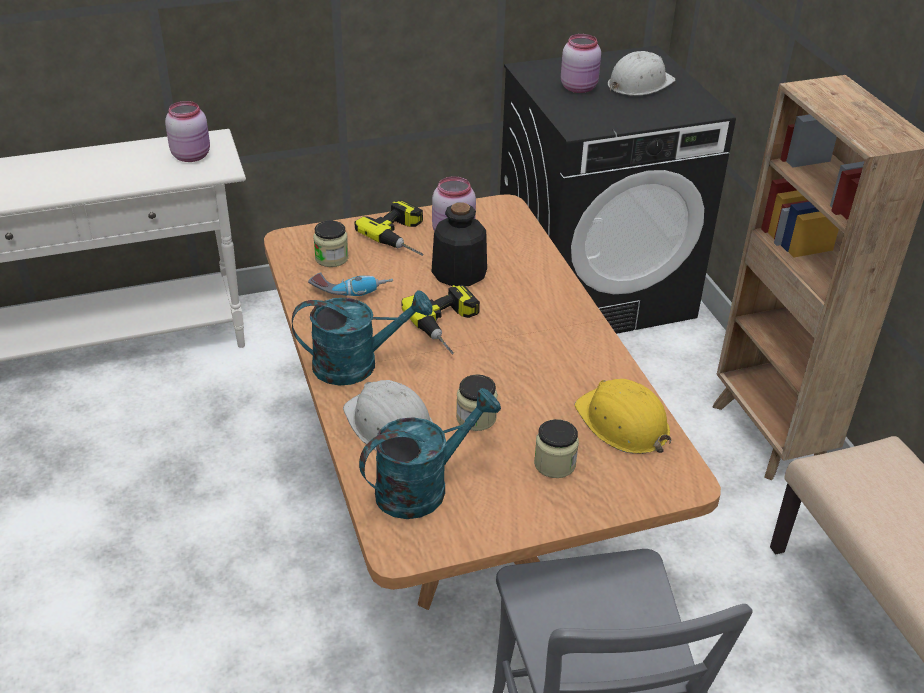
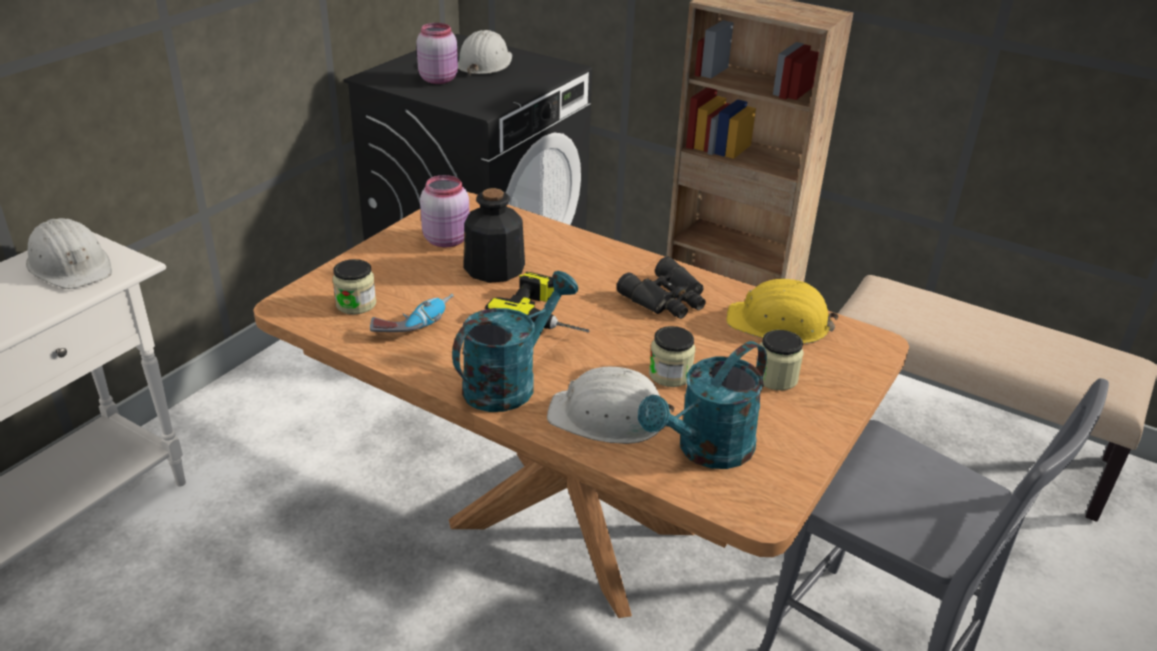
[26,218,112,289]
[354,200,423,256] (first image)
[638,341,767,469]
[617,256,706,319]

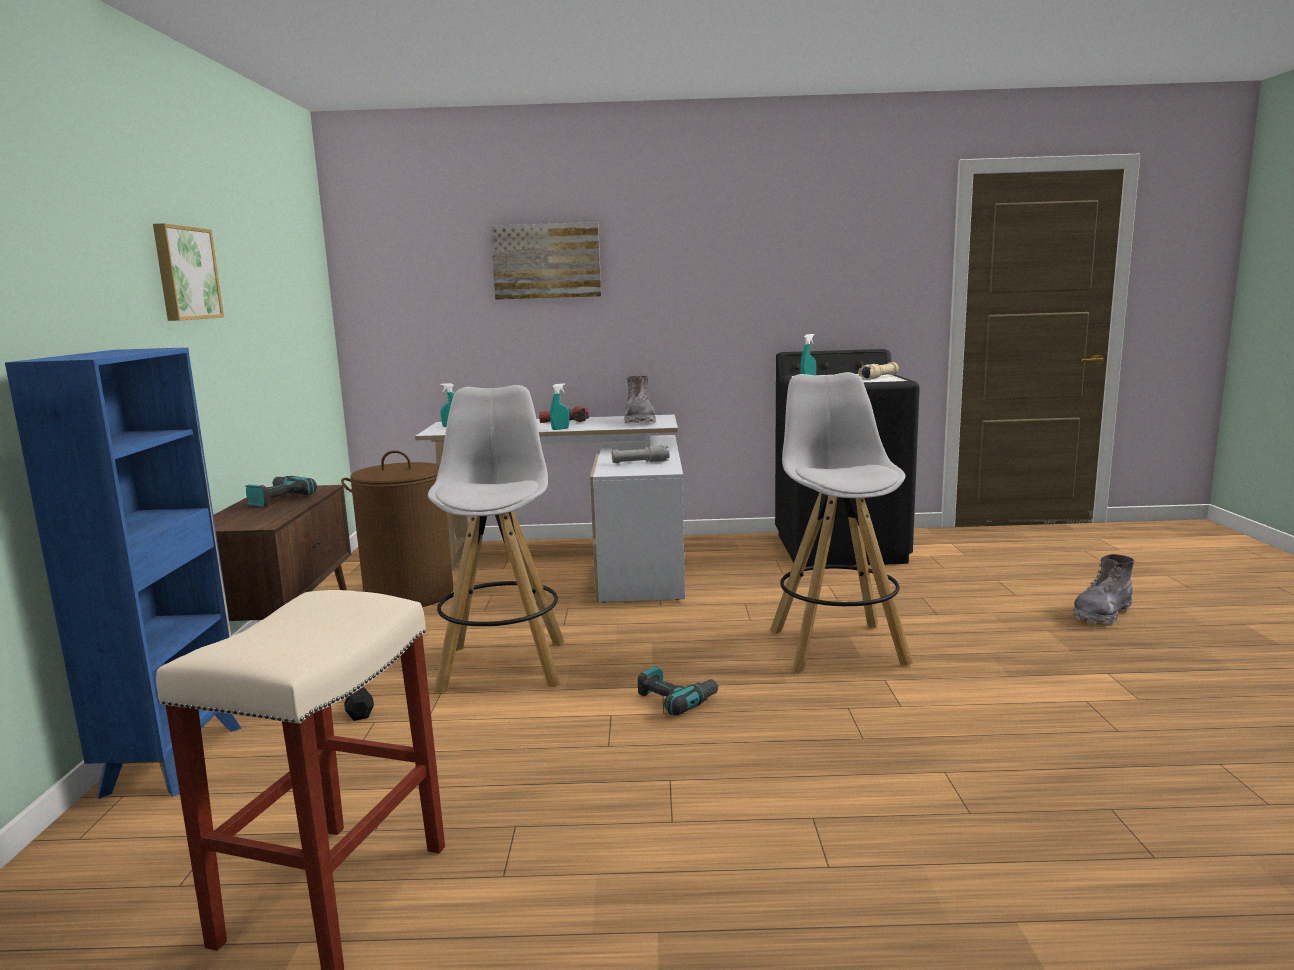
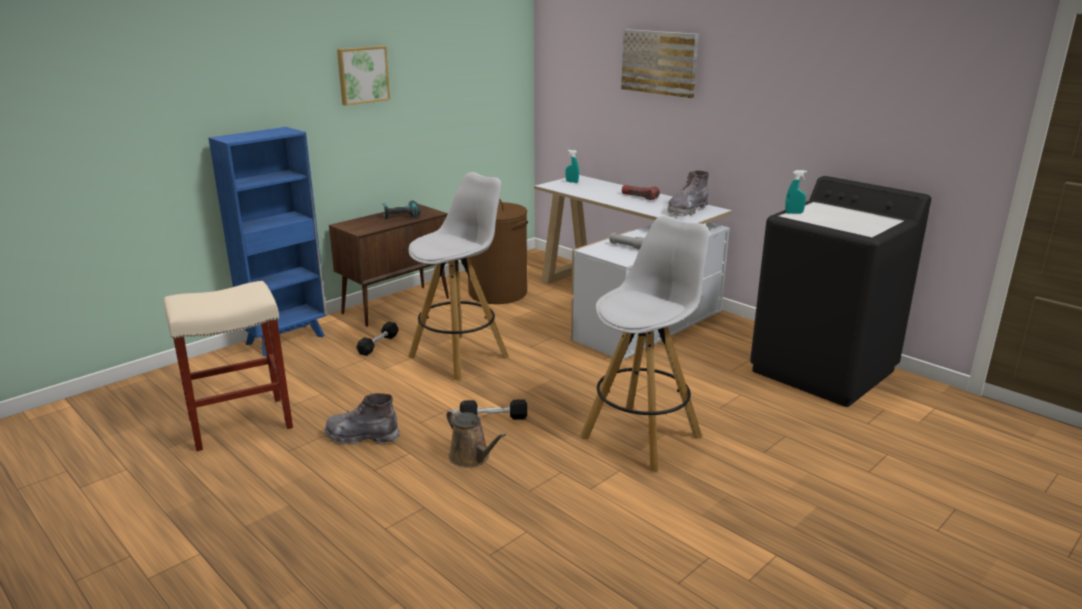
[550,383,569,430] (first image)
[460,400,527,420]
[858,362,899,380] (first image)
[324,393,400,445]
[446,408,506,468]

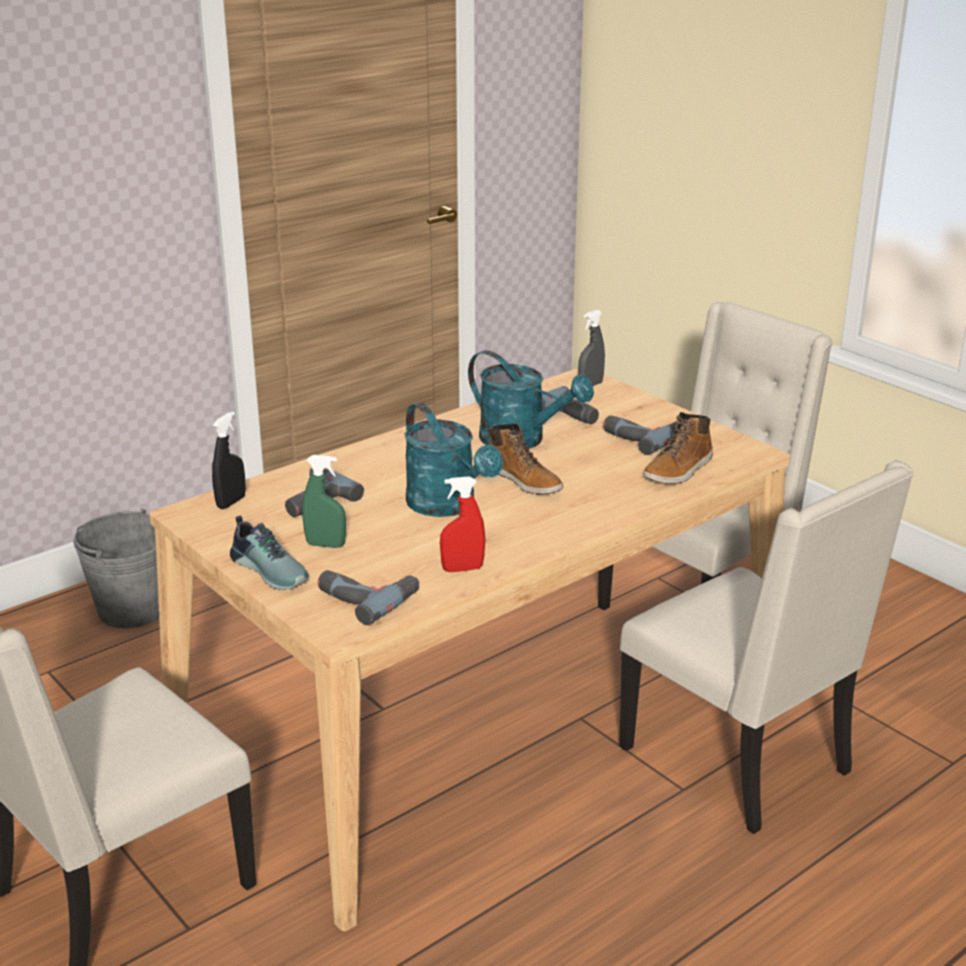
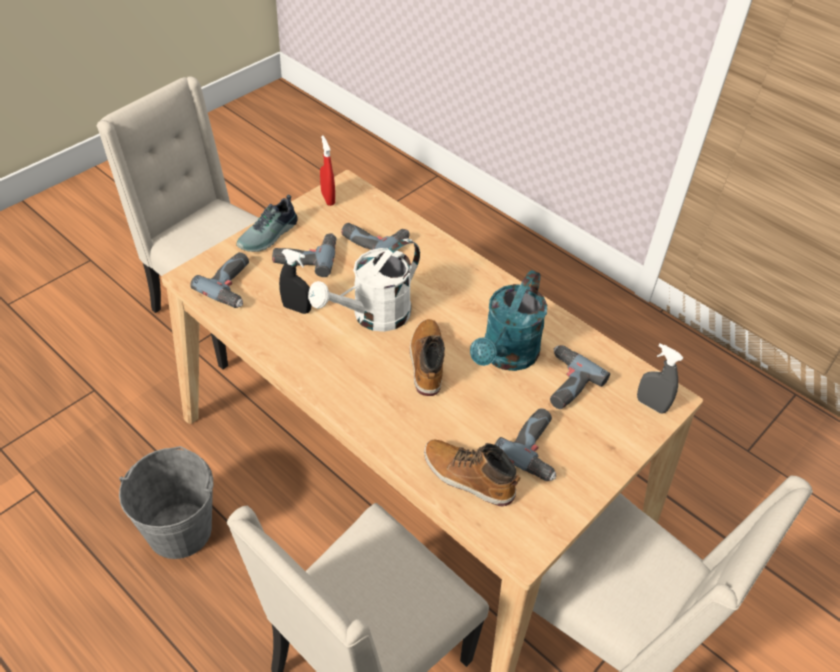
[119,446,213,559]
[279,249,311,314]
[272,233,336,277]
[308,239,420,332]
[320,136,335,206]
[410,319,445,396]

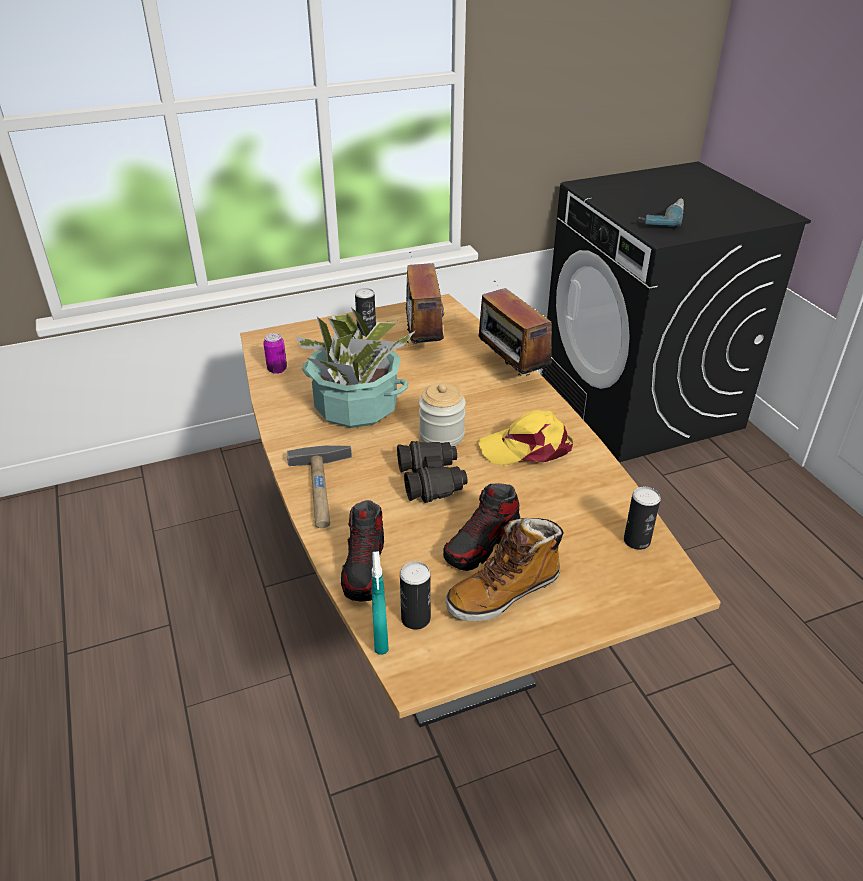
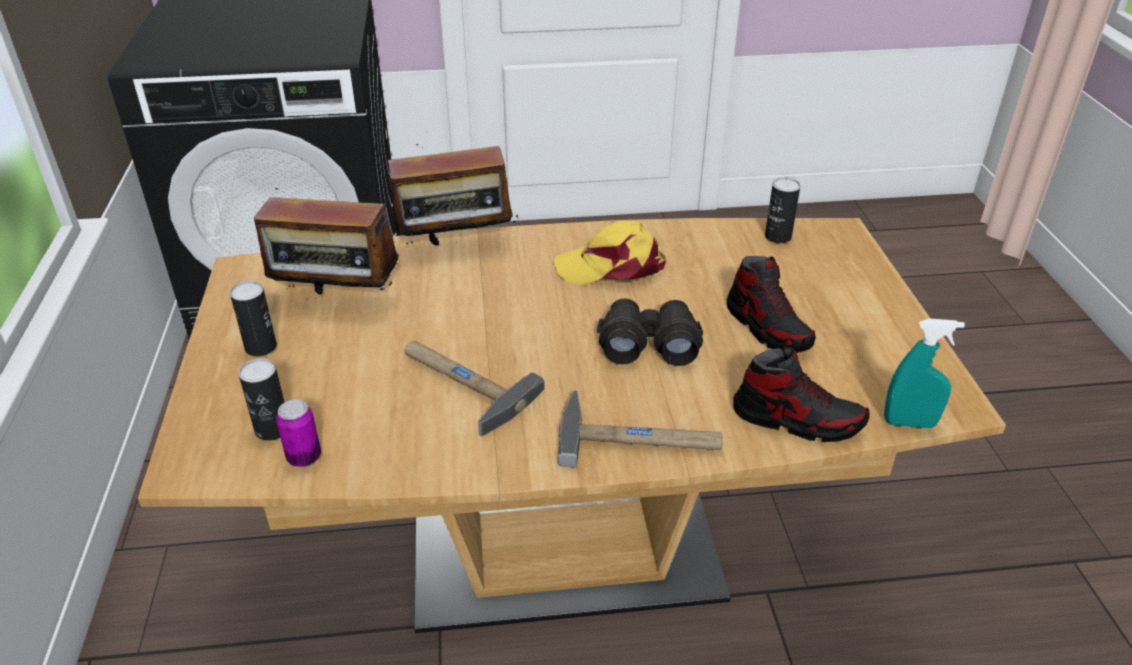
[404,341,545,437]
[239,358,284,441]
[419,383,466,446] (first image)
[446,517,563,621] (first image)
[553,220,666,285]
[638,198,684,227] (first image)

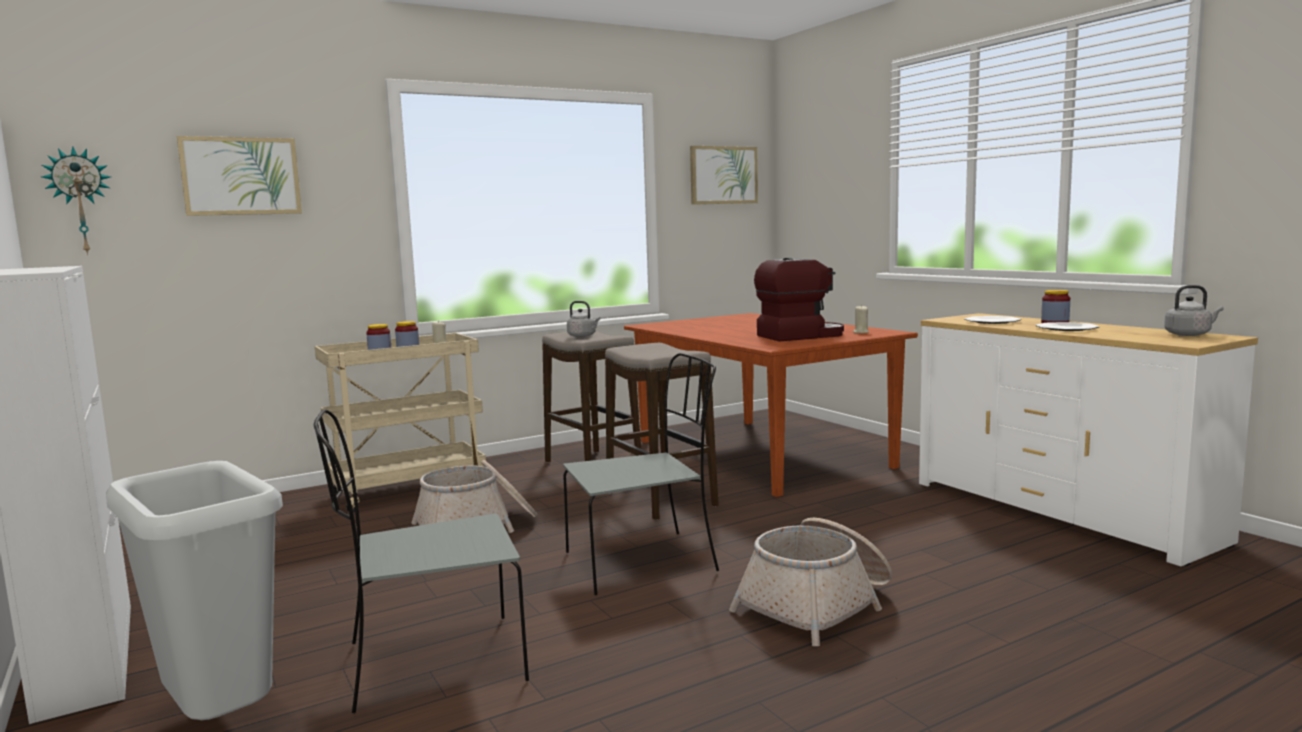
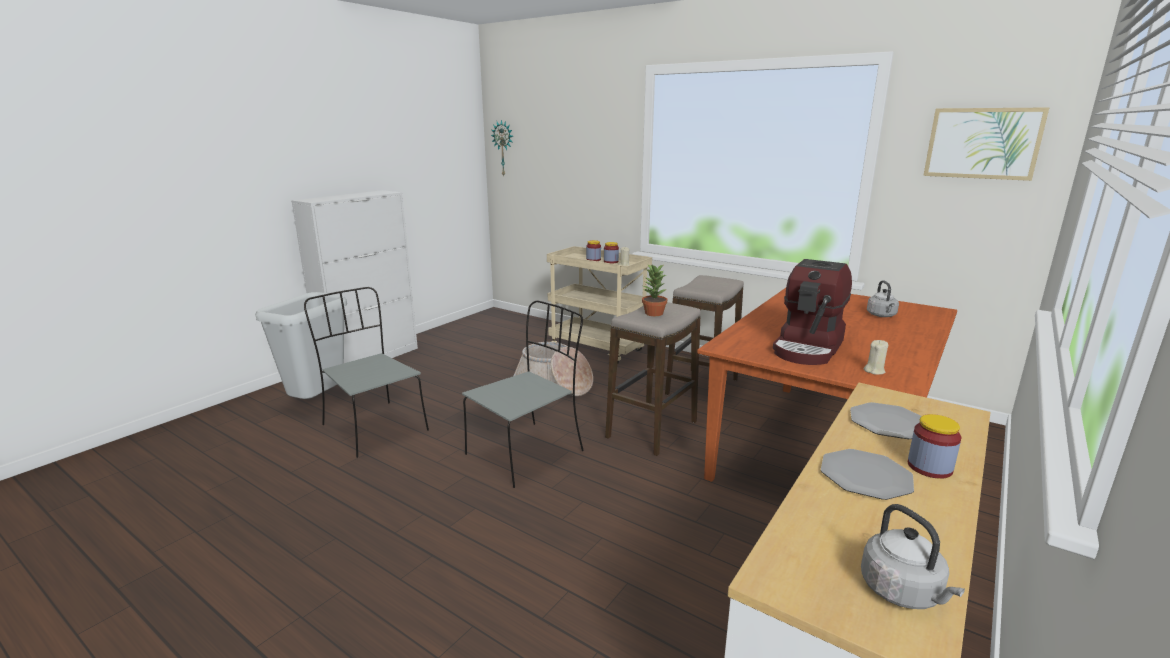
[177,136,302,216] (first image)
[462,300,584,488]
[867,280,899,317]
[729,518,892,646] (first image)
[773,259,852,365]
[642,264,667,316]

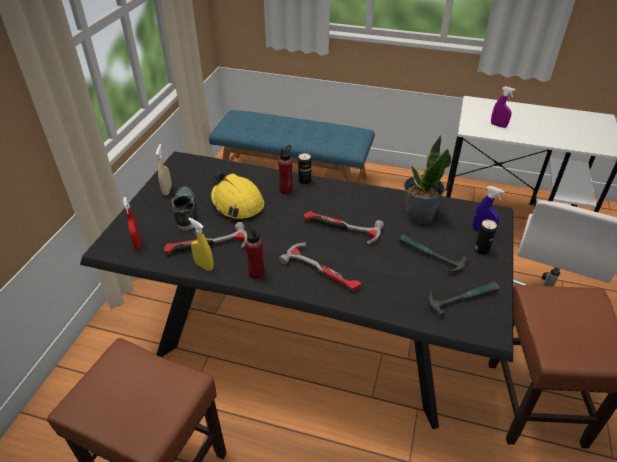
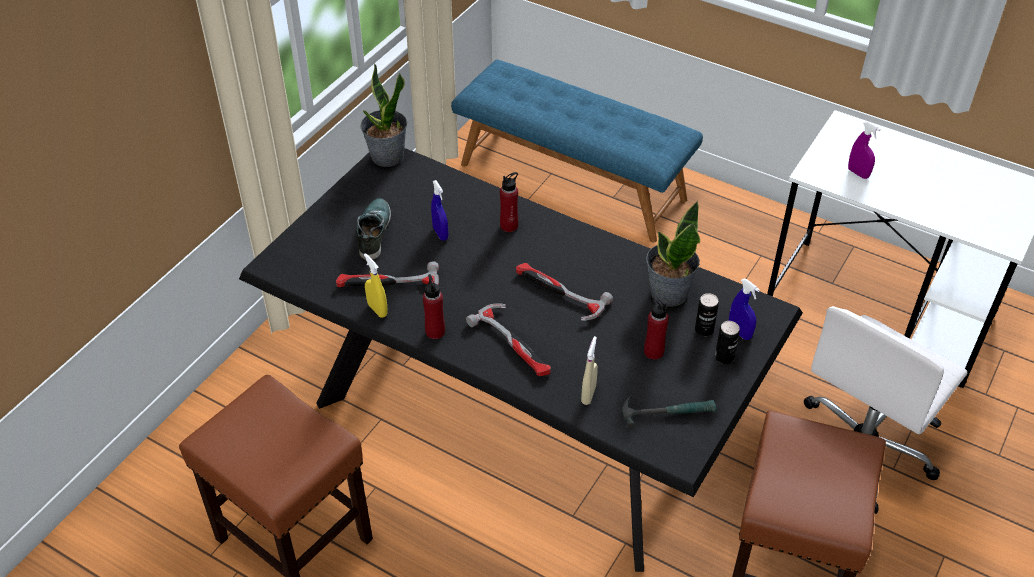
[123,197,141,249] (first image)
[581,336,598,405]
[431,180,449,241]
[695,293,719,336]
[644,296,669,360]
[361,63,407,167]

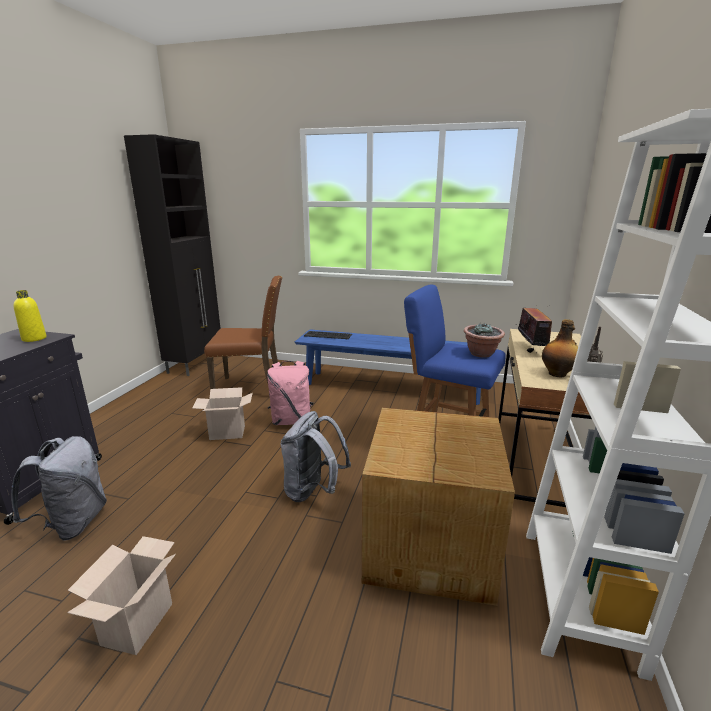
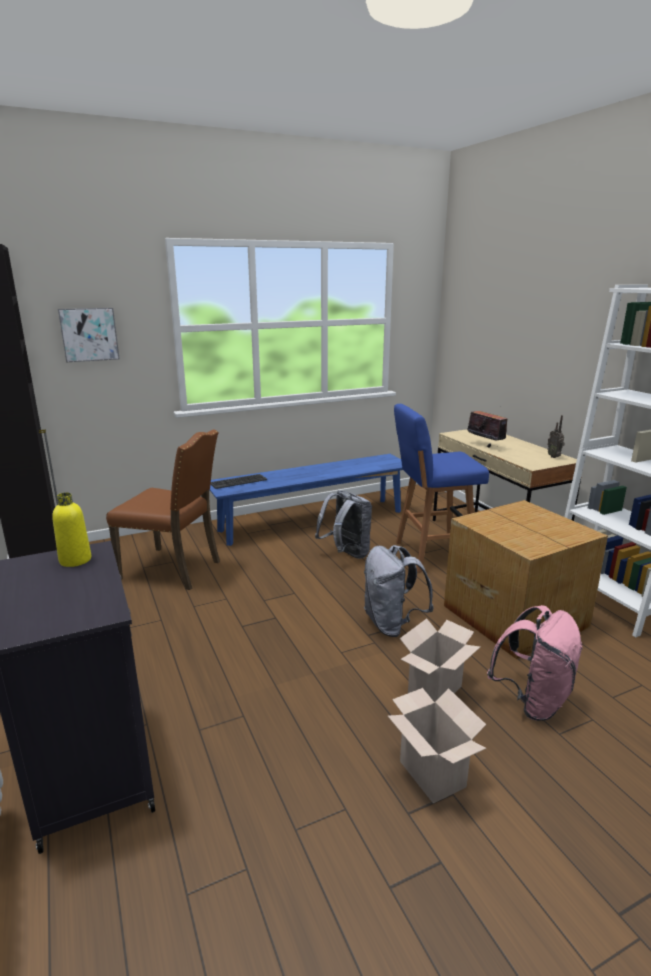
[315,490,372,559]
[400,619,480,702]
[106,429,220,590]
[487,605,583,721]
[464,322,505,358] (first image)
[542,319,578,377] (first image)
[58,308,120,362]

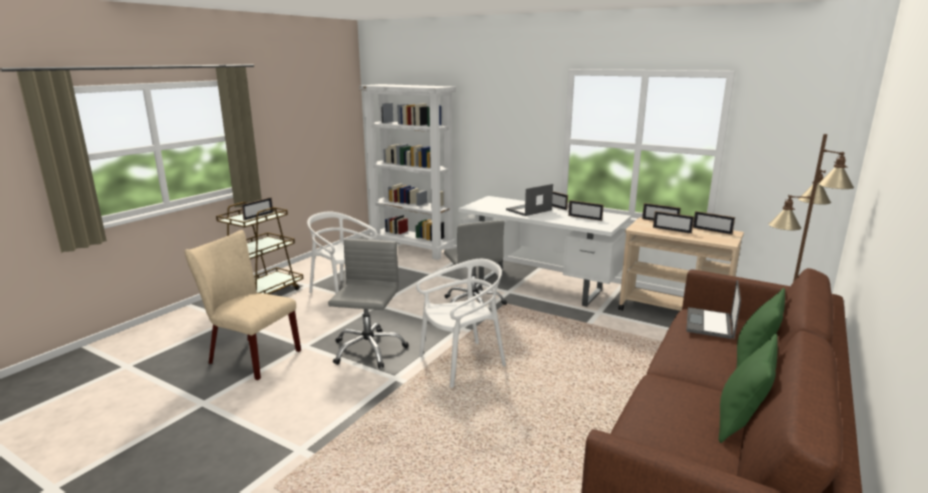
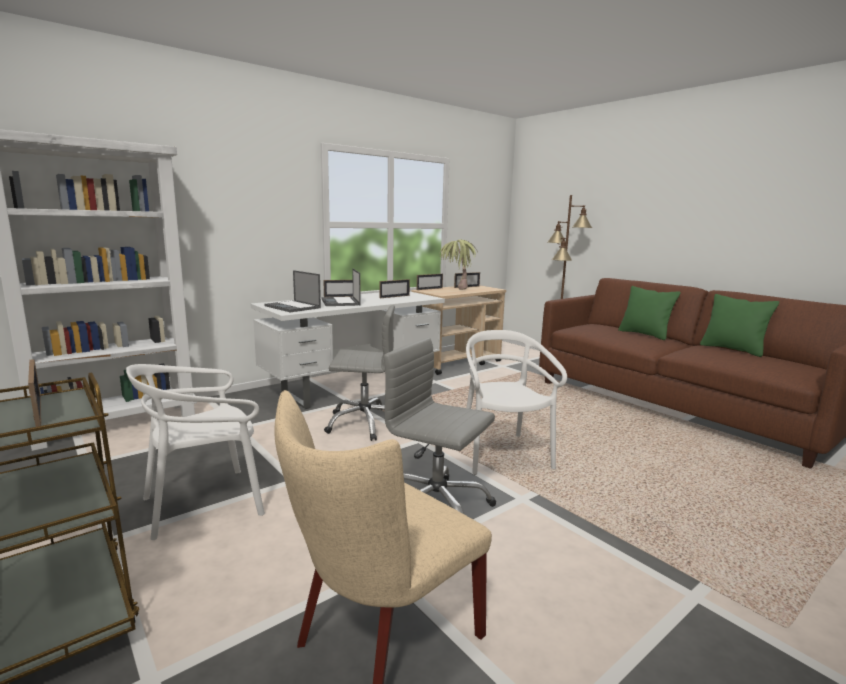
[439,239,478,290]
[264,270,321,312]

